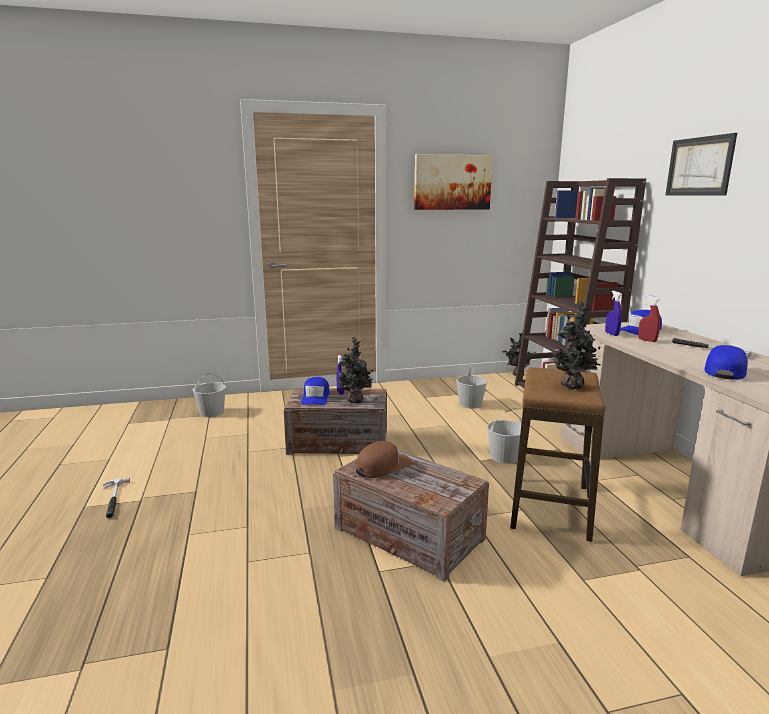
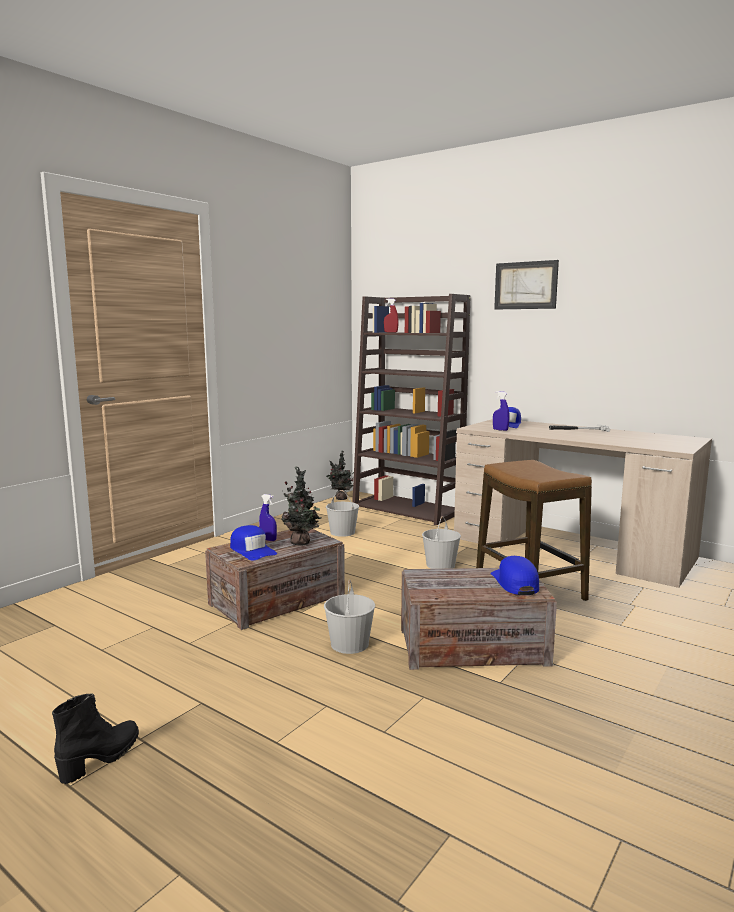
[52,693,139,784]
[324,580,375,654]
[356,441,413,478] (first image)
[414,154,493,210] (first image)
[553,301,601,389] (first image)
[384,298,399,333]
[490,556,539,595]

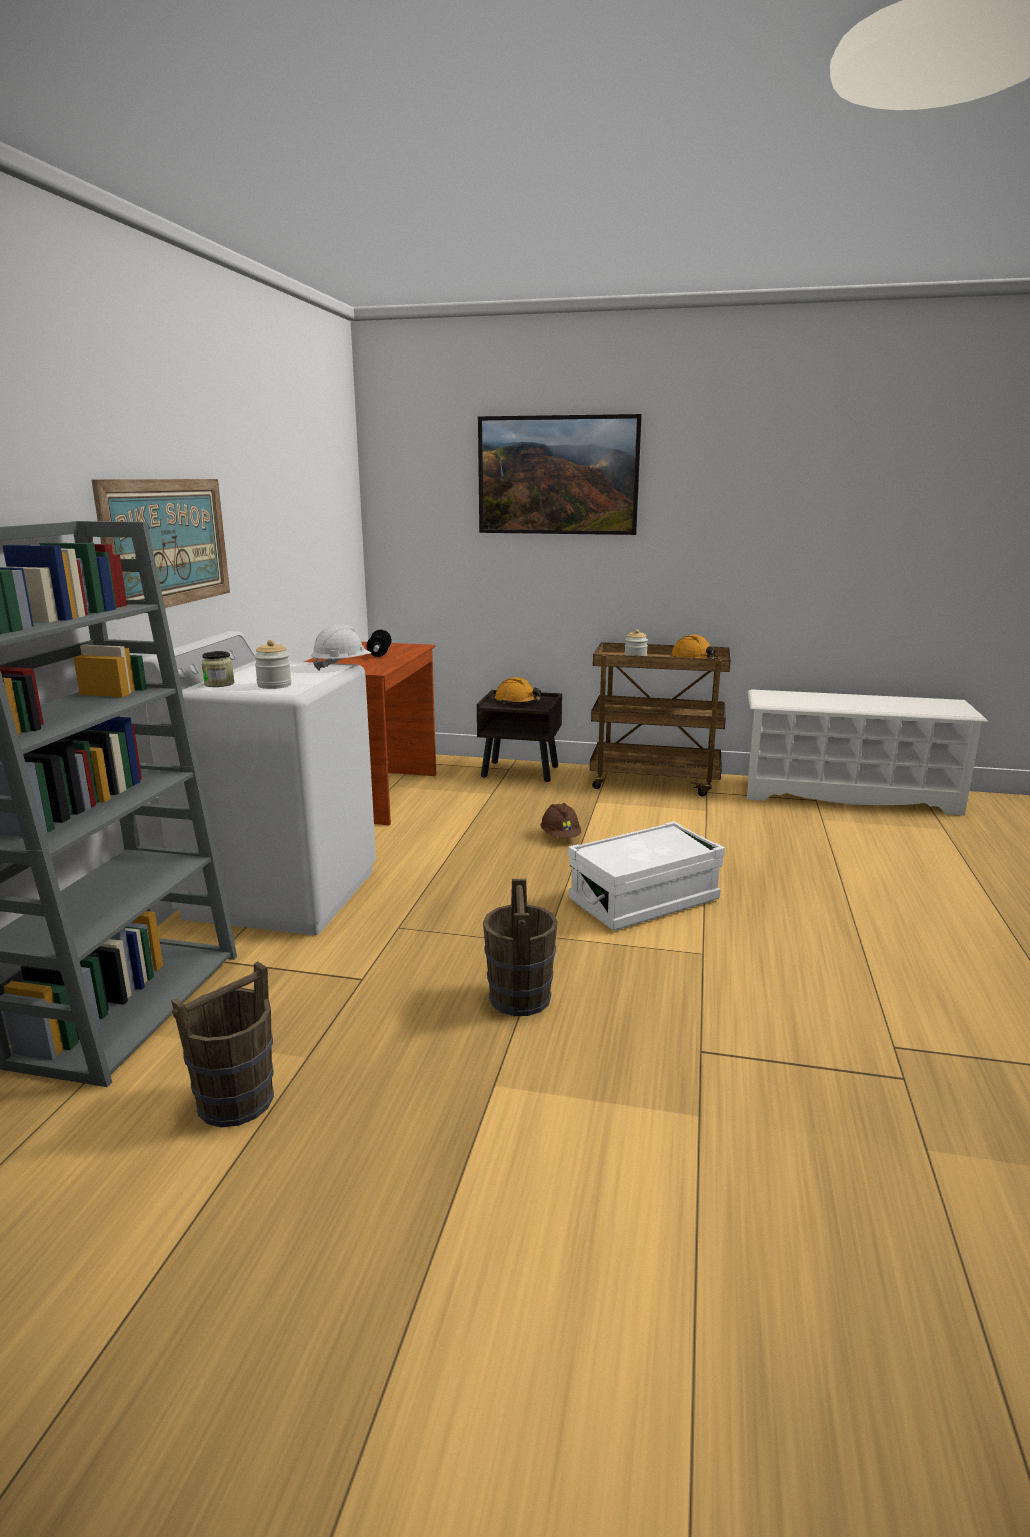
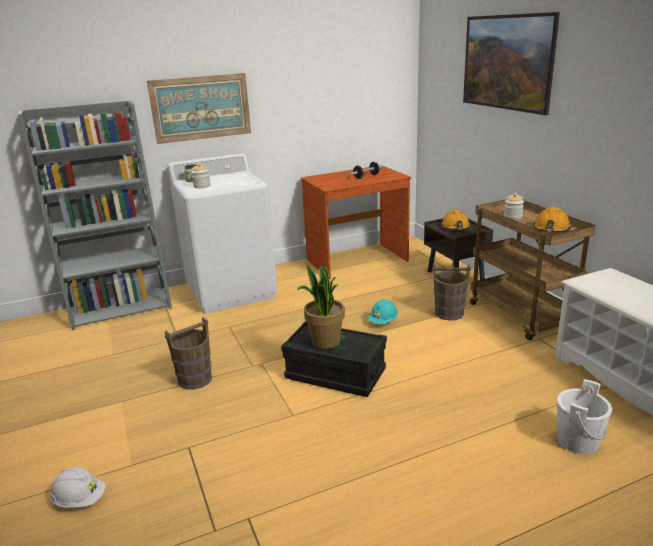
[432,264,471,321]
[50,468,105,508]
[368,299,398,324]
[281,321,387,397]
[297,264,345,349]
[557,379,612,454]

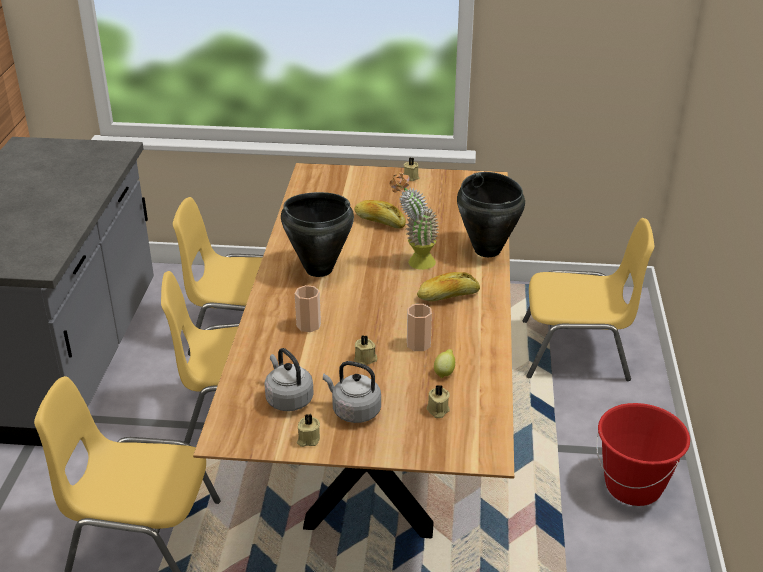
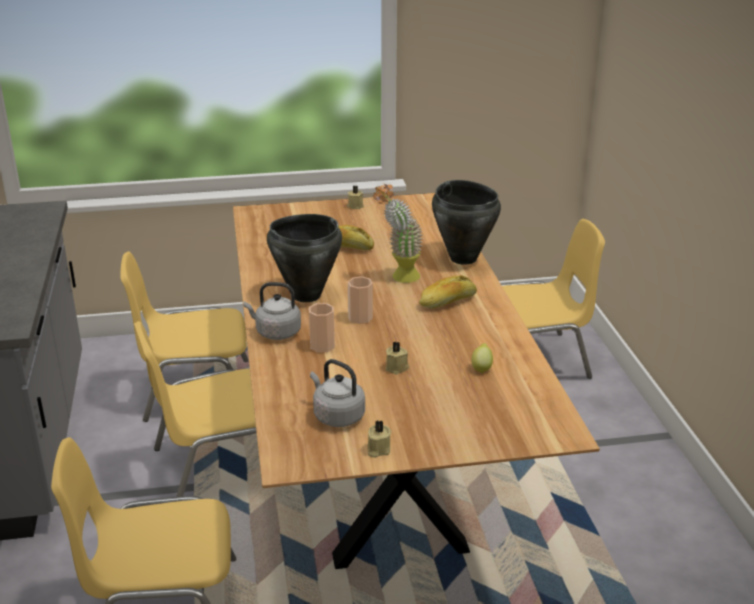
[243,282,301,340]
[348,276,373,324]
[426,385,450,418] (first image)
[596,403,690,506] (first image)

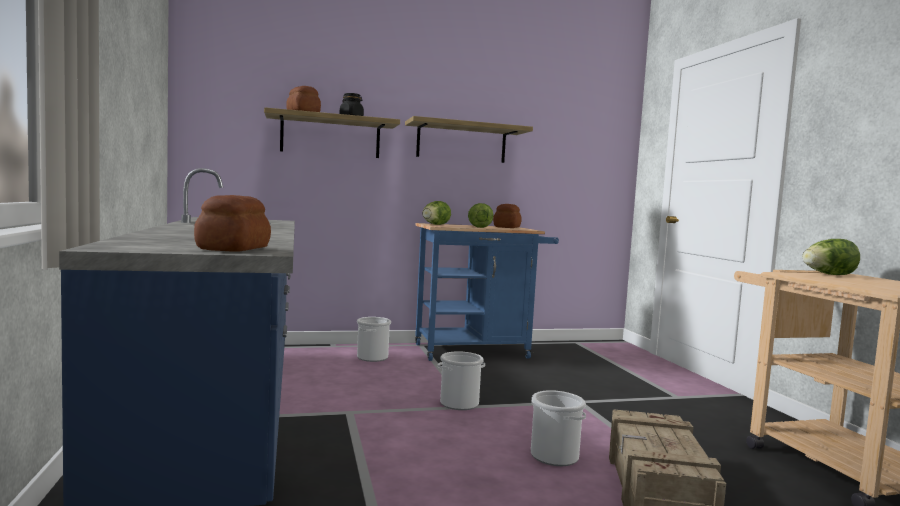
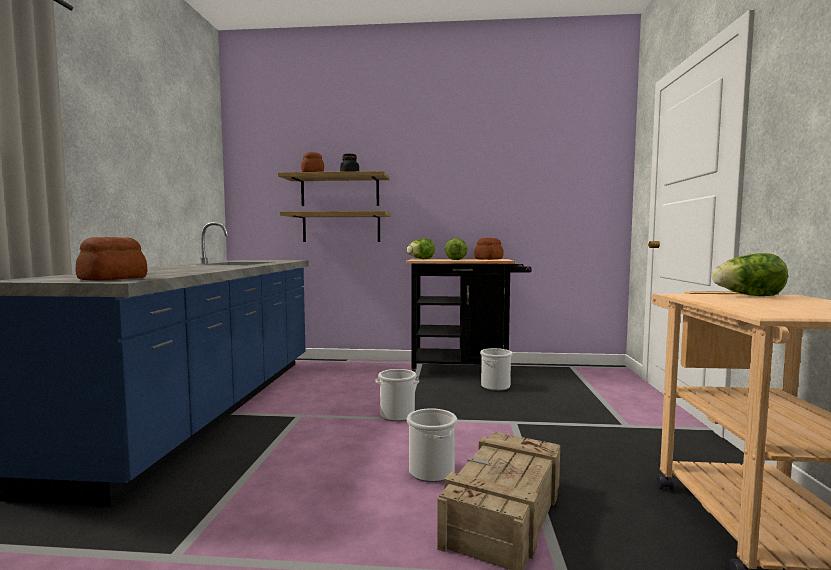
[480,348,512,391]
[280,211,391,242]
[406,259,532,373]

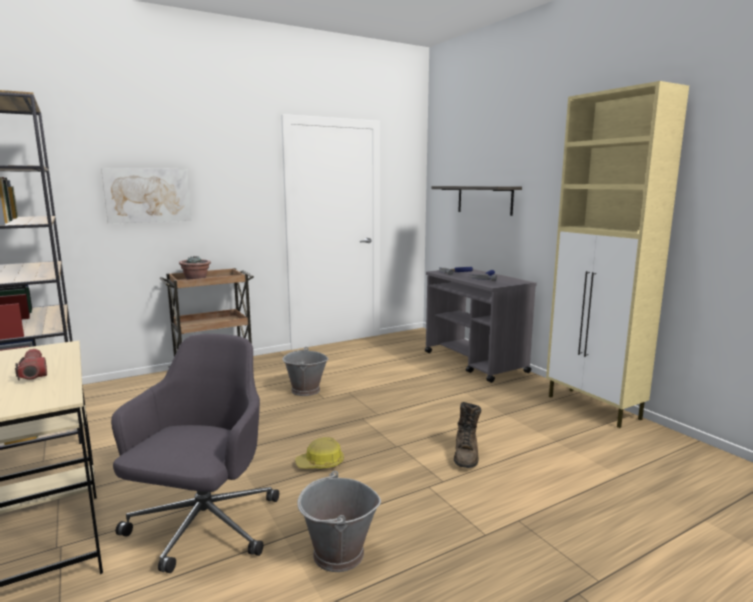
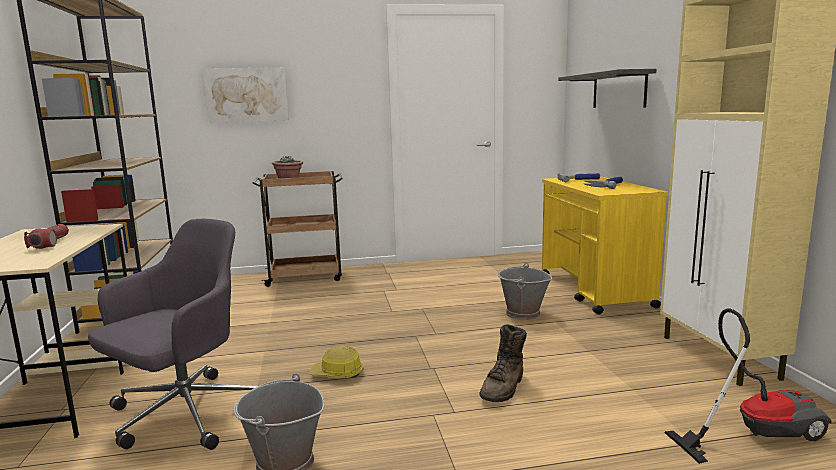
[497,263,552,320]
[542,176,668,315]
[665,308,832,464]

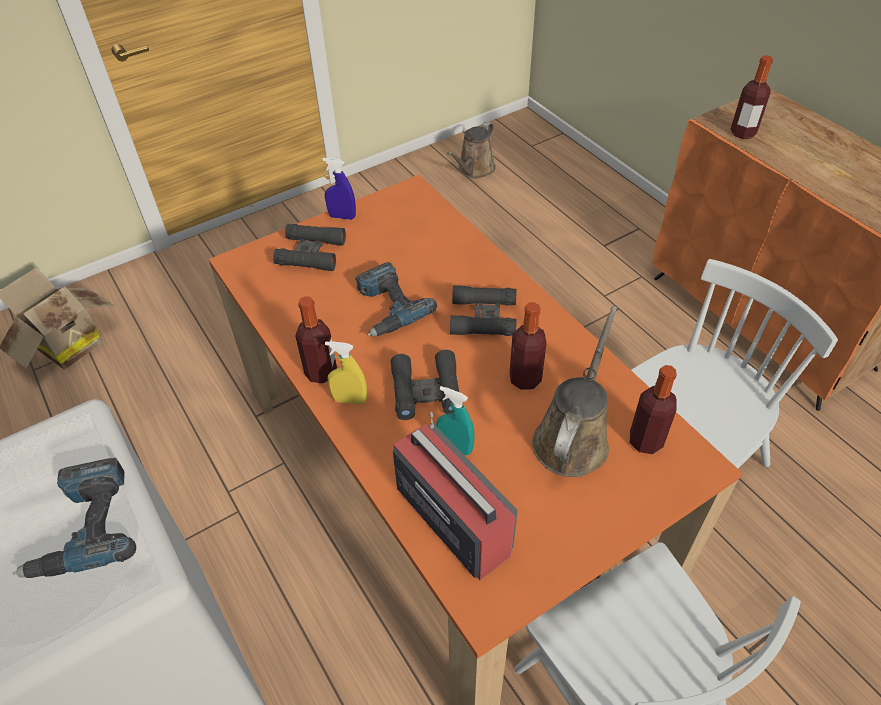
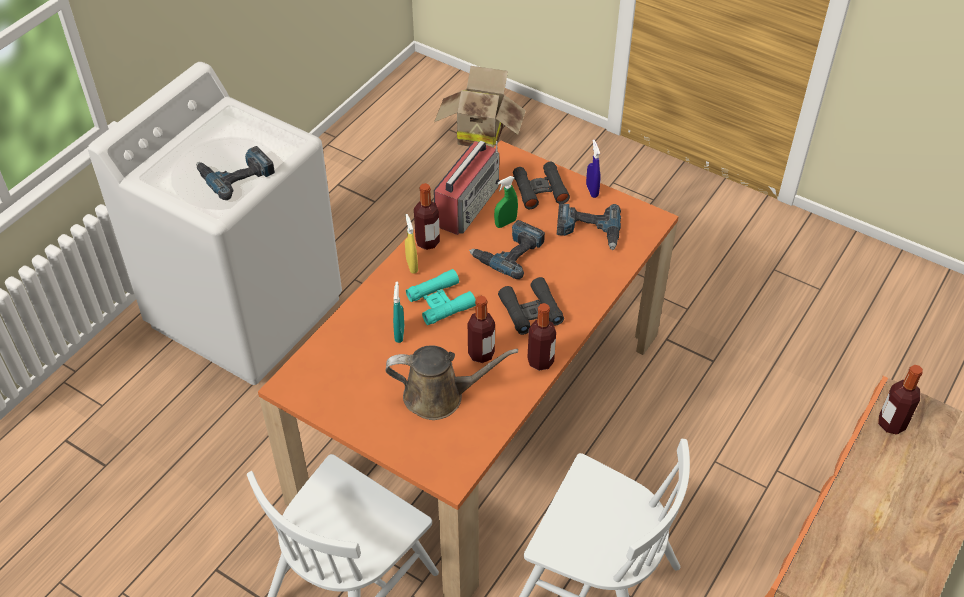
[406,269,476,325]
[434,140,501,235]
[447,122,496,178] (first image)
[527,303,556,371]
[494,176,518,228]
[557,203,621,250]

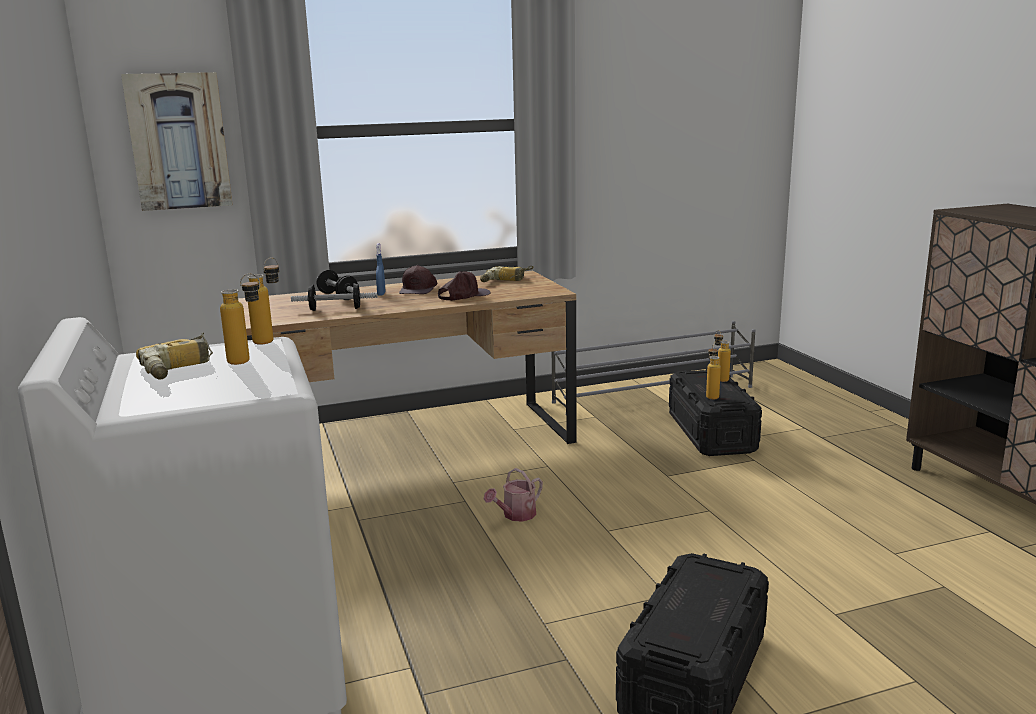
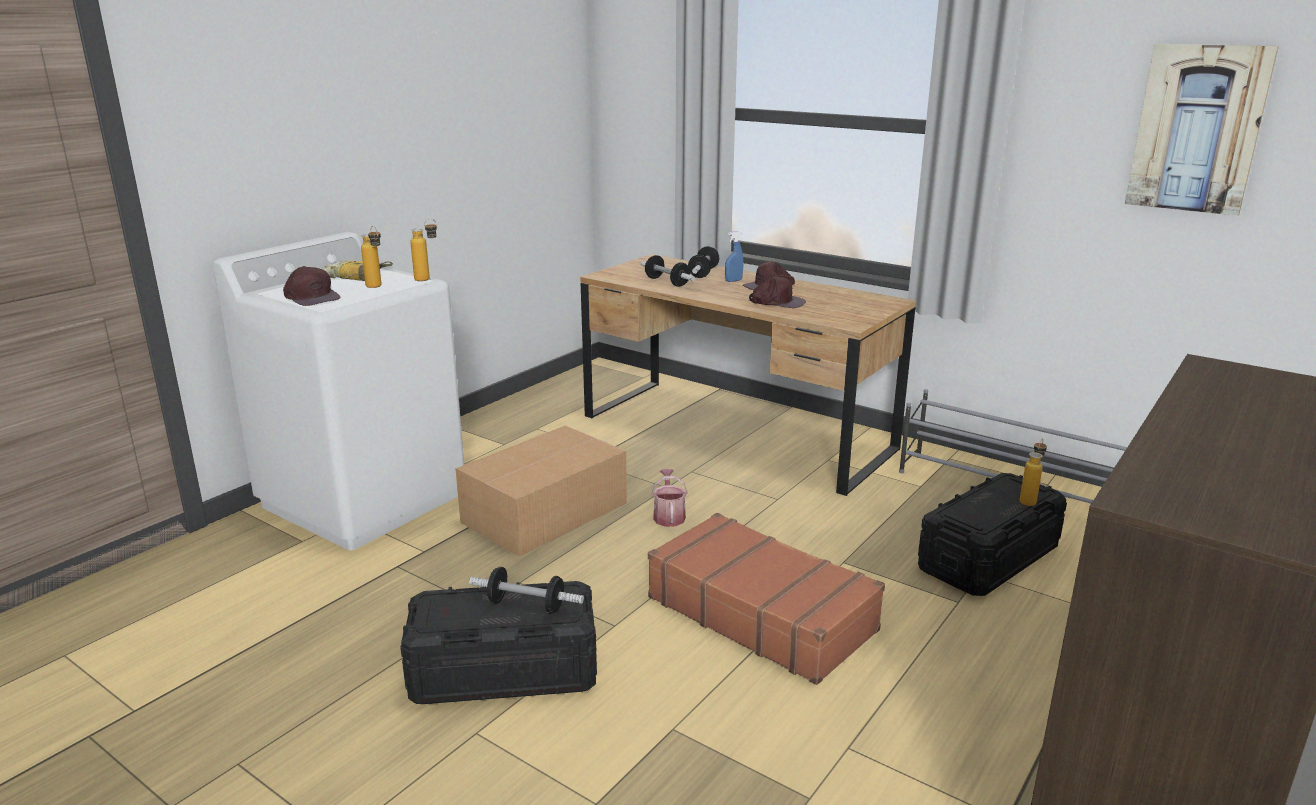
[1125,44,1279,216]
[480,266,533,282] (first image)
[652,469,688,527]
[706,344,721,399] (first image)
[283,266,340,306]
[456,426,627,556]
[469,567,584,614]
[648,513,885,685]

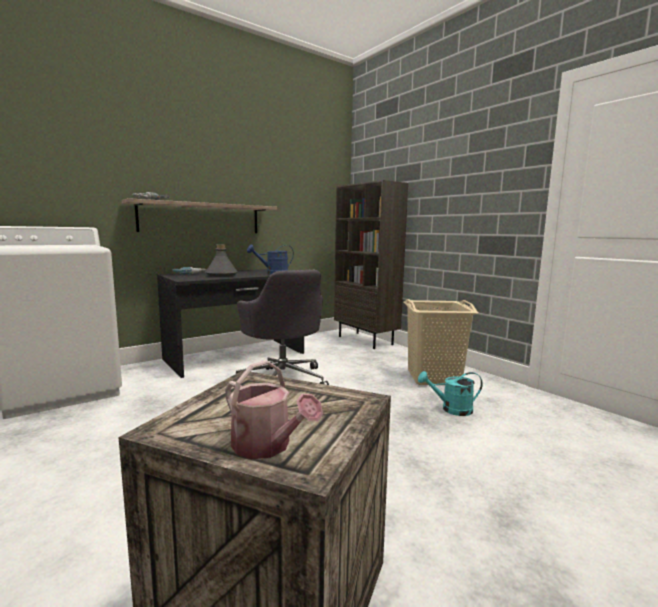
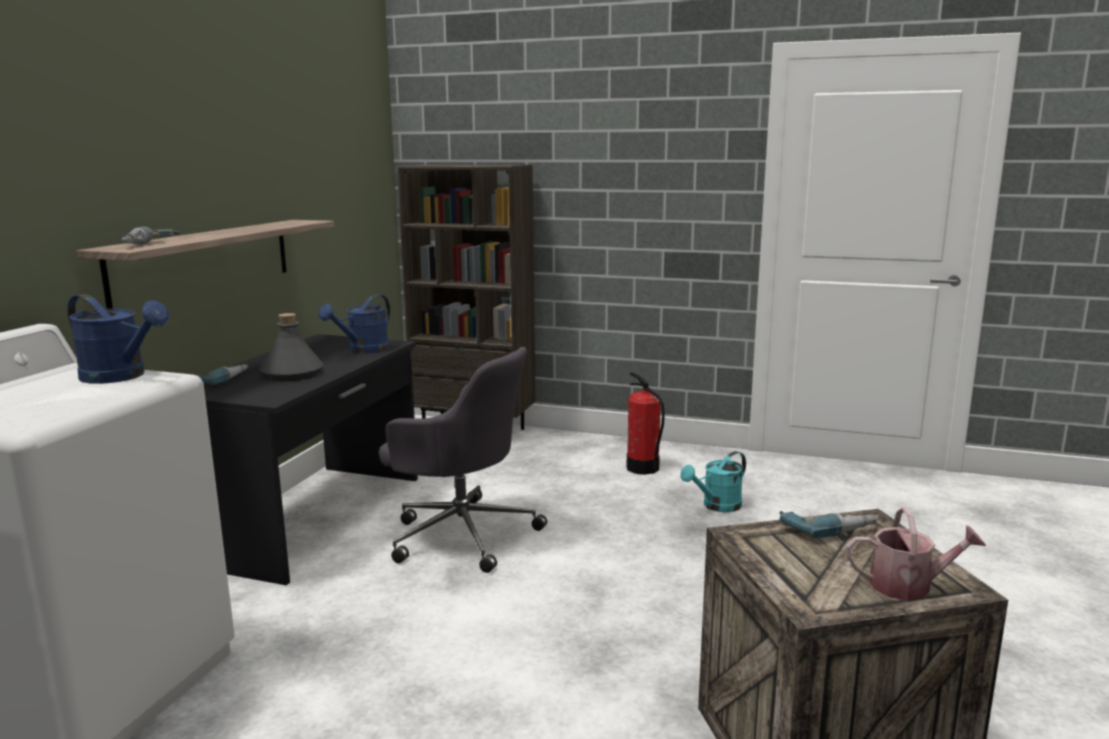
[627,372,665,475]
[68,294,169,384]
[780,511,878,538]

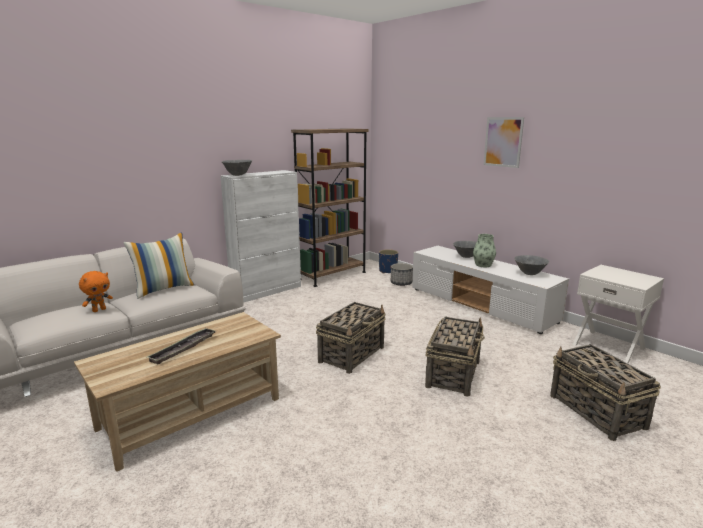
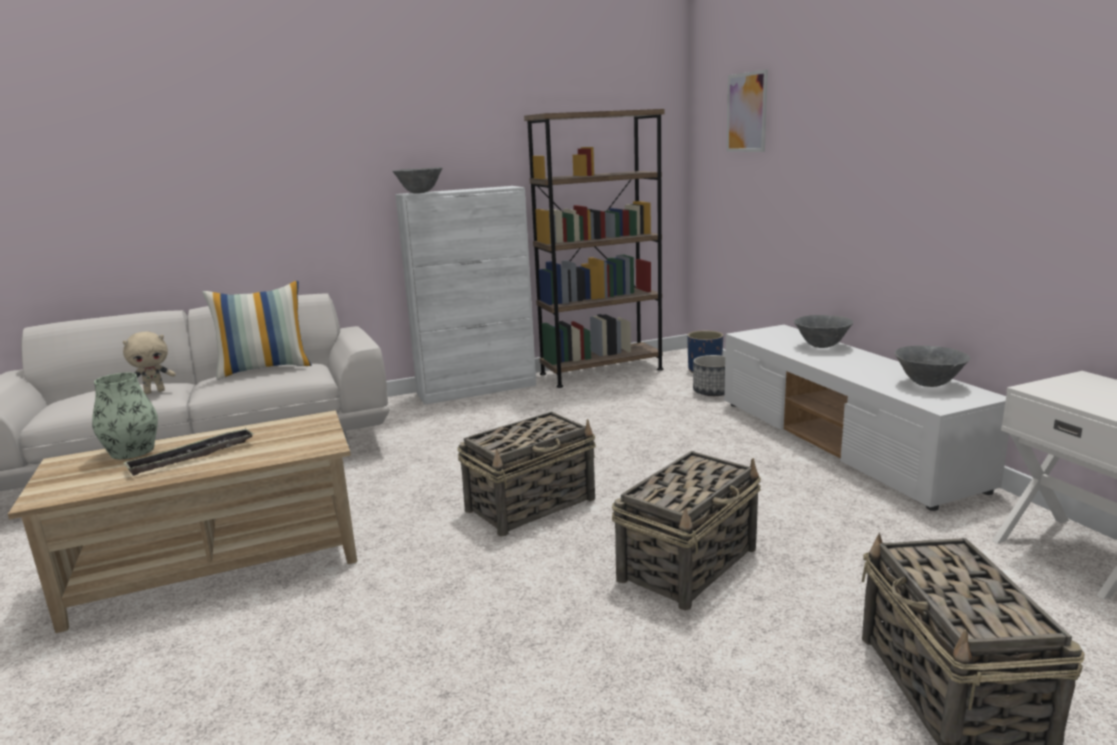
[123,331,176,394]
[92,373,158,459]
[726,69,768,152]

